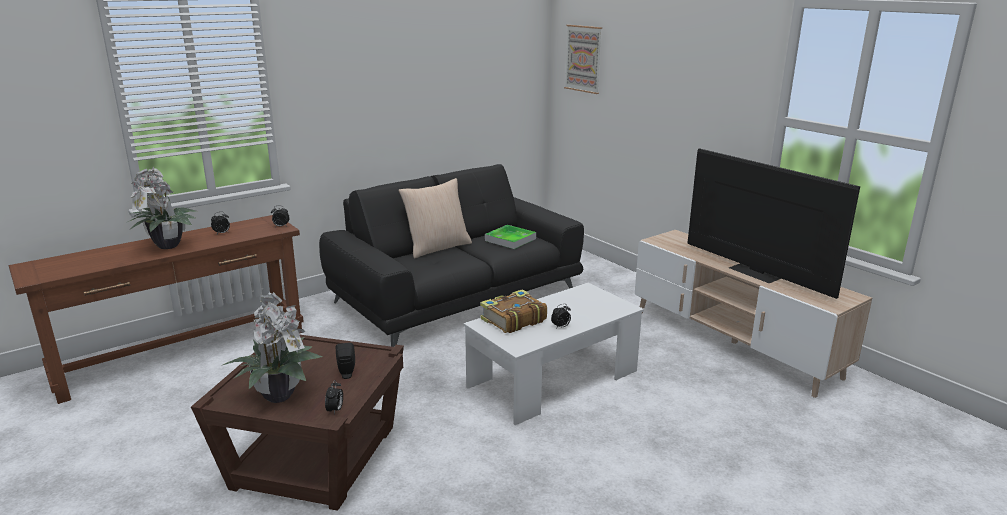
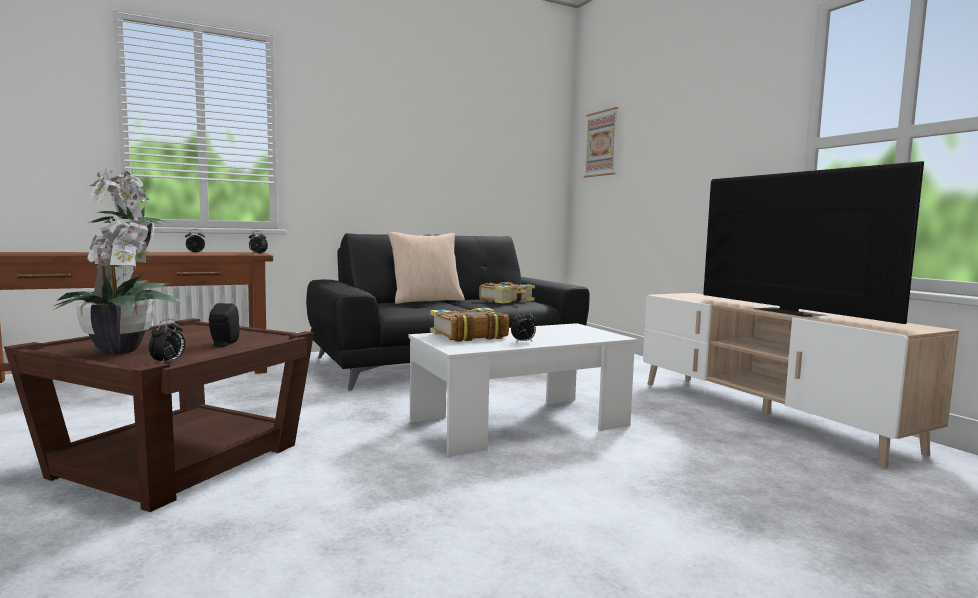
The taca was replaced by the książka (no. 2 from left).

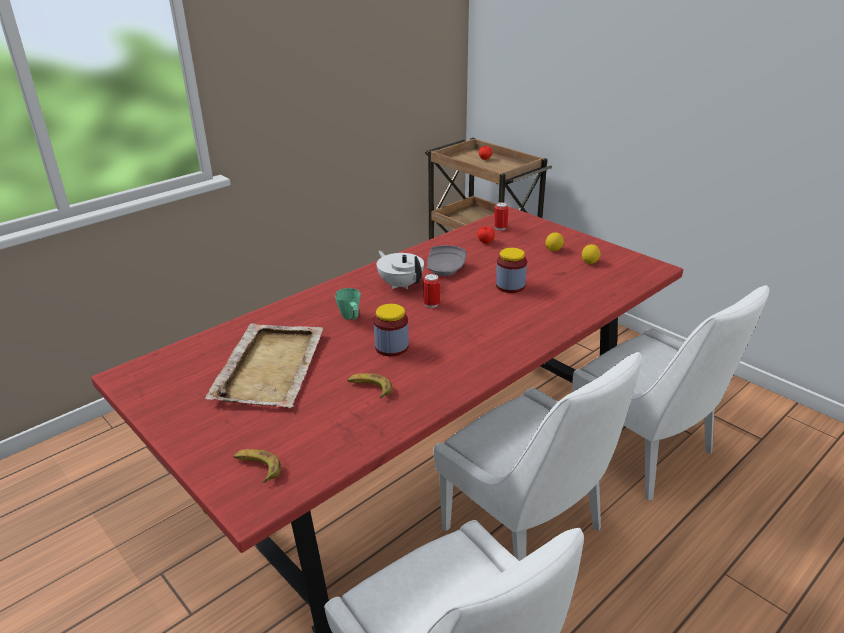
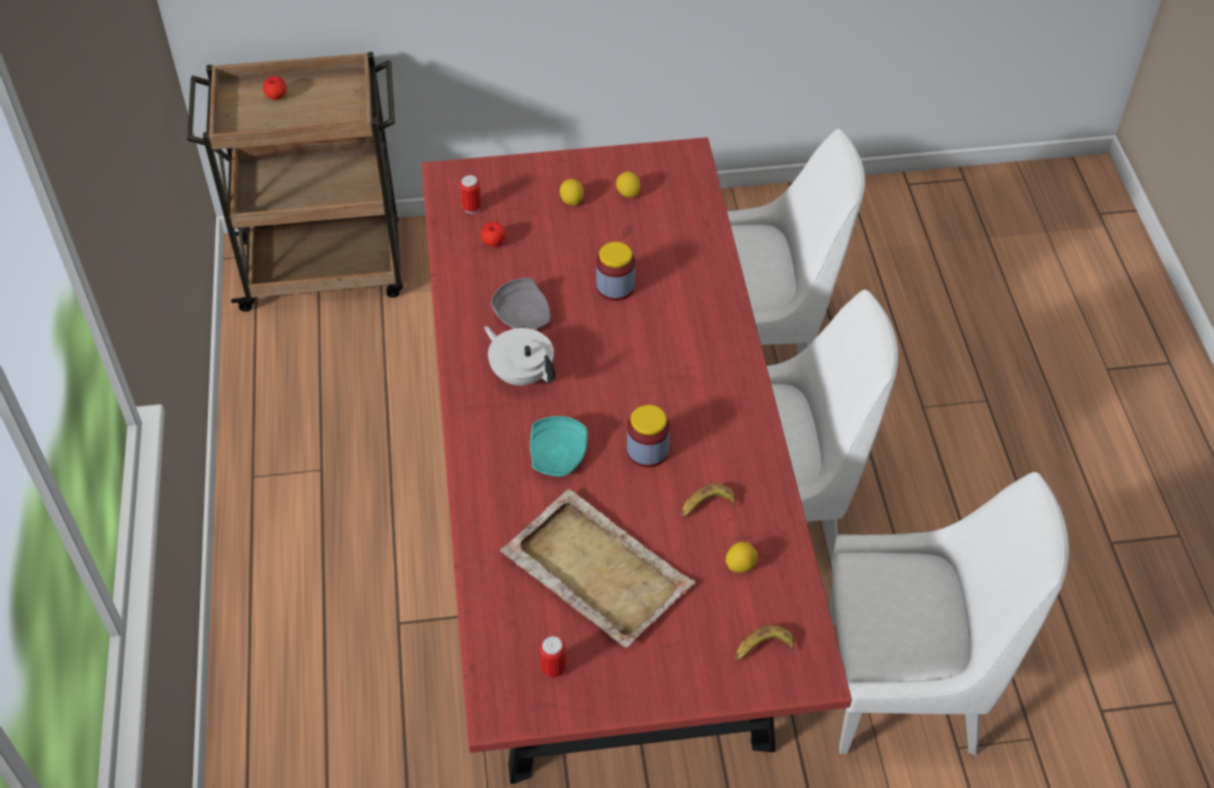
The cytryna (no. 3 from left) appeared. The puszka (no. 1 from left in the first image) moved. The kubek/zielony was replaced by the talerz/turkusowy. The imbryk/biały turned 45 degrees clockwise.

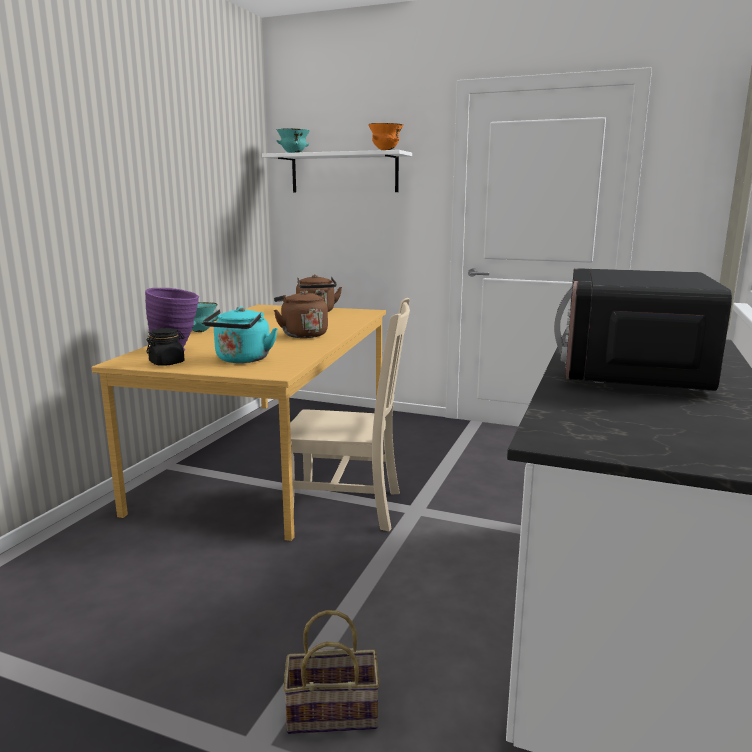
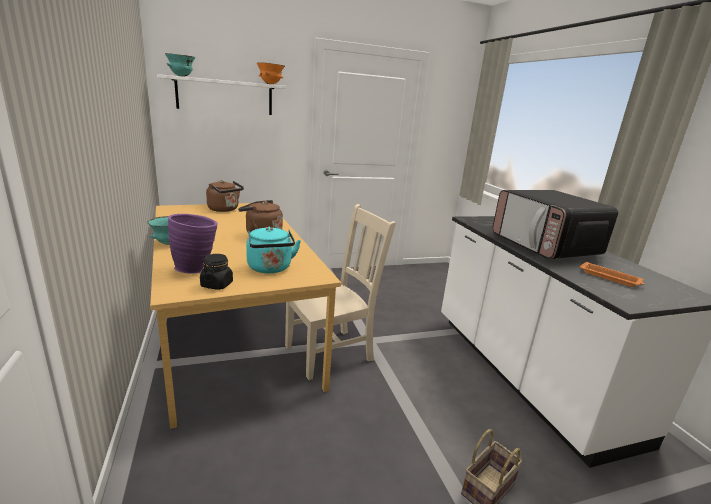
The taca/pomarańczowy appeared.

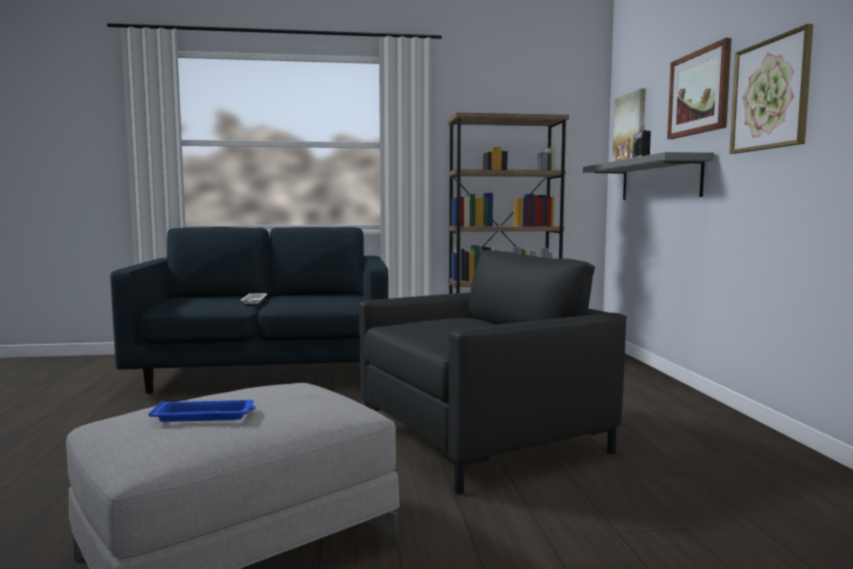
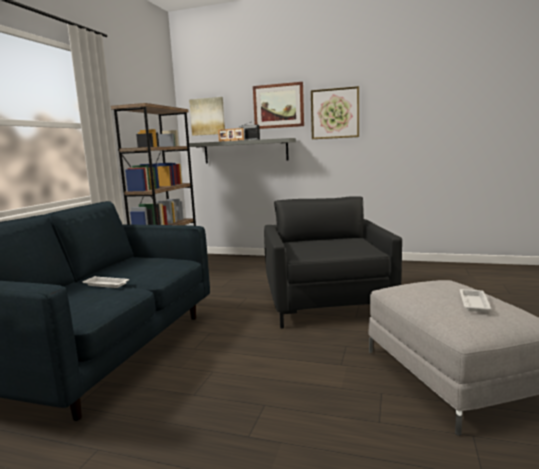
The taca/niebieski became the taca/biały (no. 2 from left).

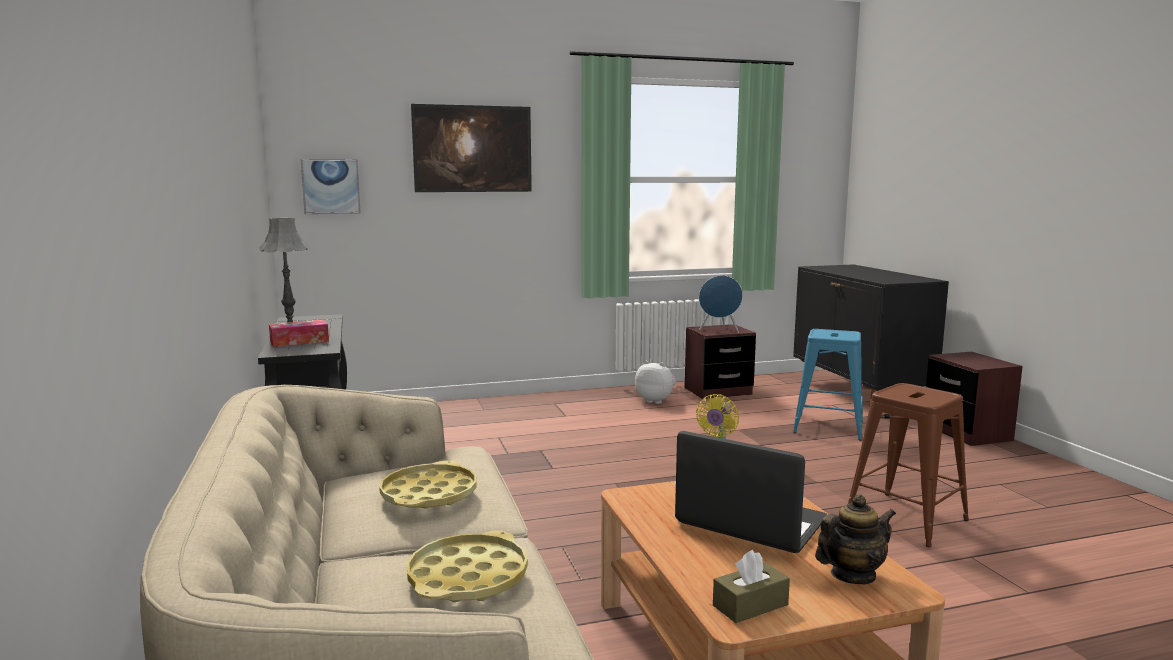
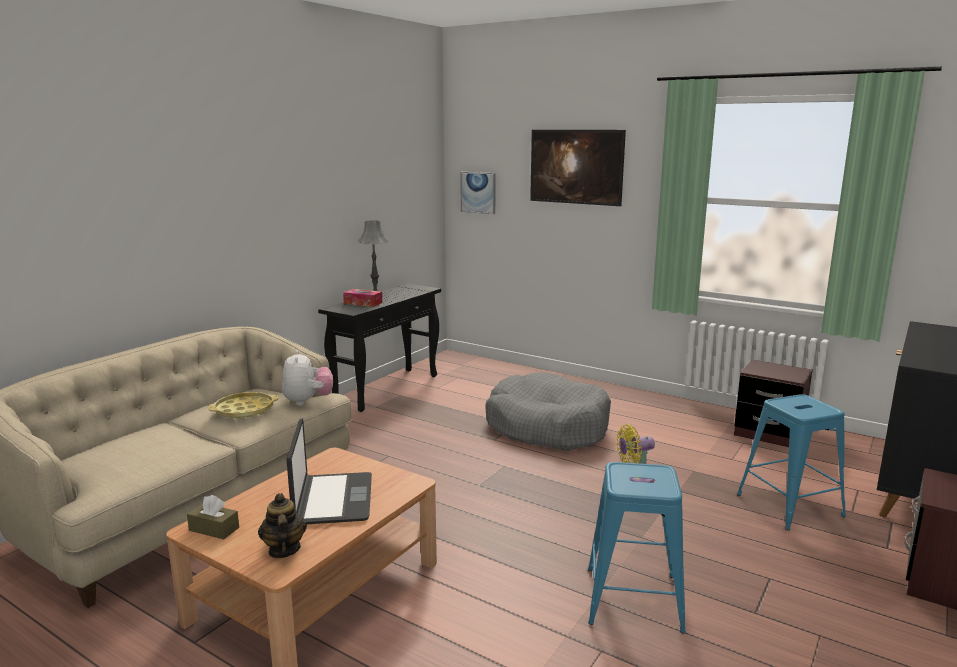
The taca/żółty (no. 2 from left) disappeared. The głośnik/niebieski disappeared. The legowisko/szary appeared. The pluszak moved. The stołek/brązowy became the stołek/niebieski (no. 1 from left). The imbryk turned 135 degrees counterclockwise.

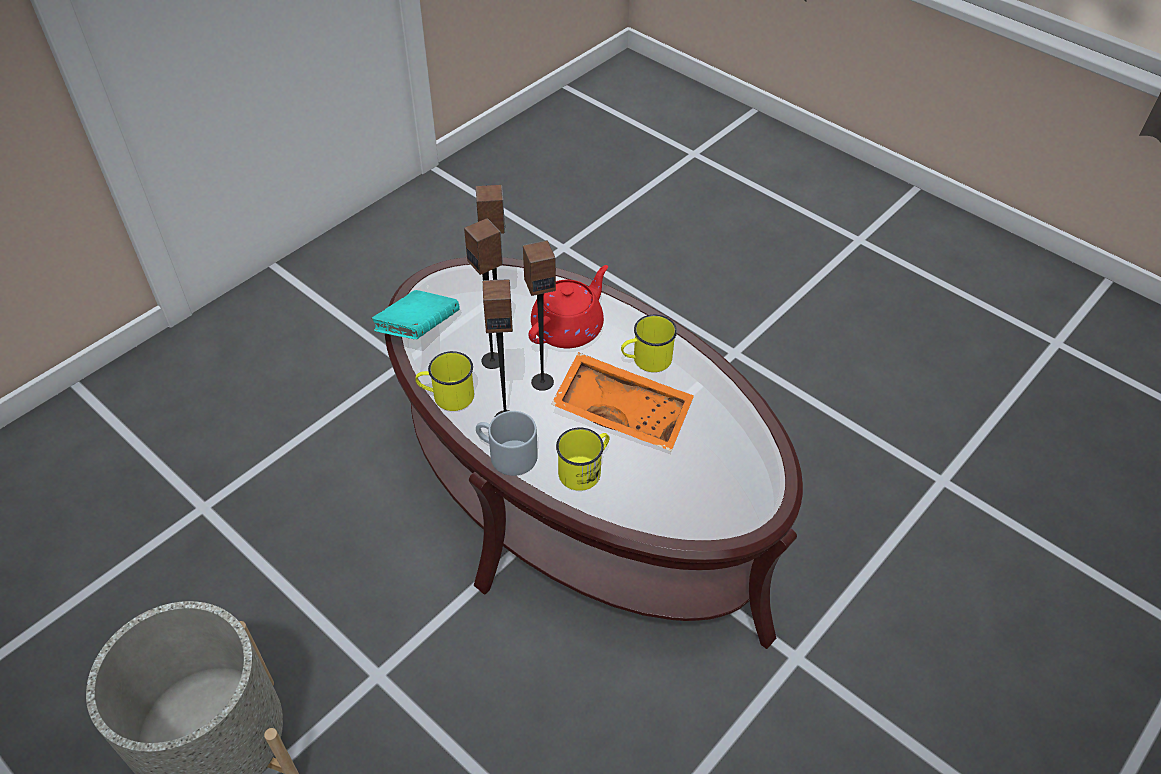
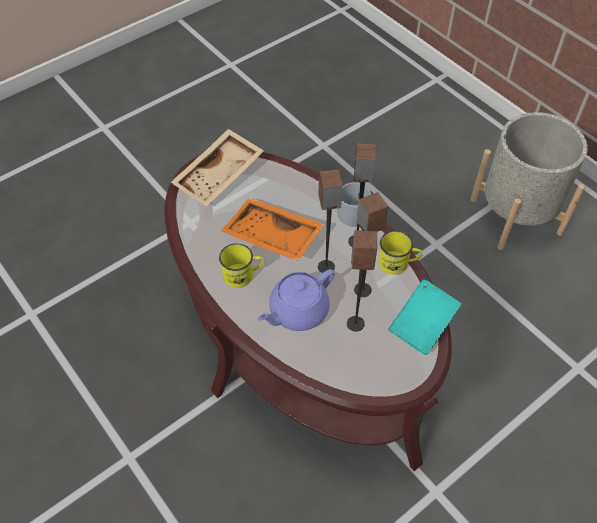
The kubek/żółty (no. 2 from left) disappeared. The taca/beżowy appeared. The imbryk/czerwony became the imbryk/fioletowy.

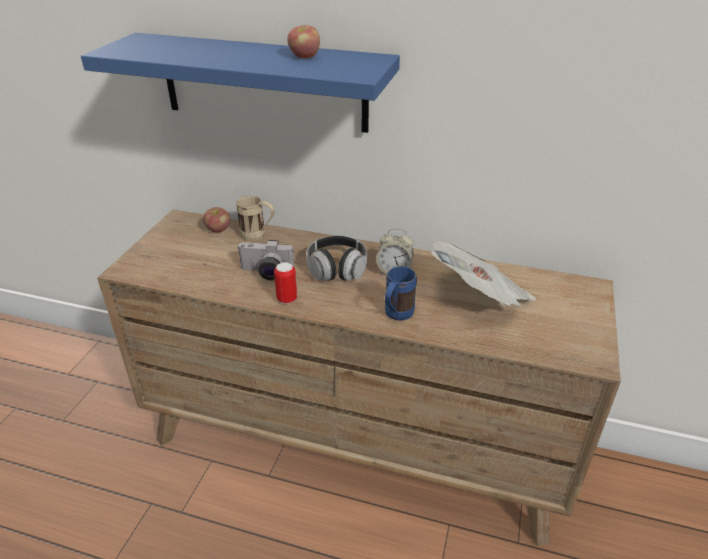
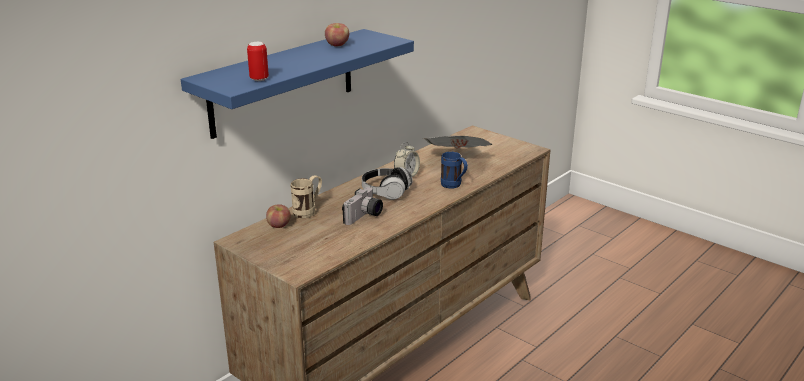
The puszka moved.

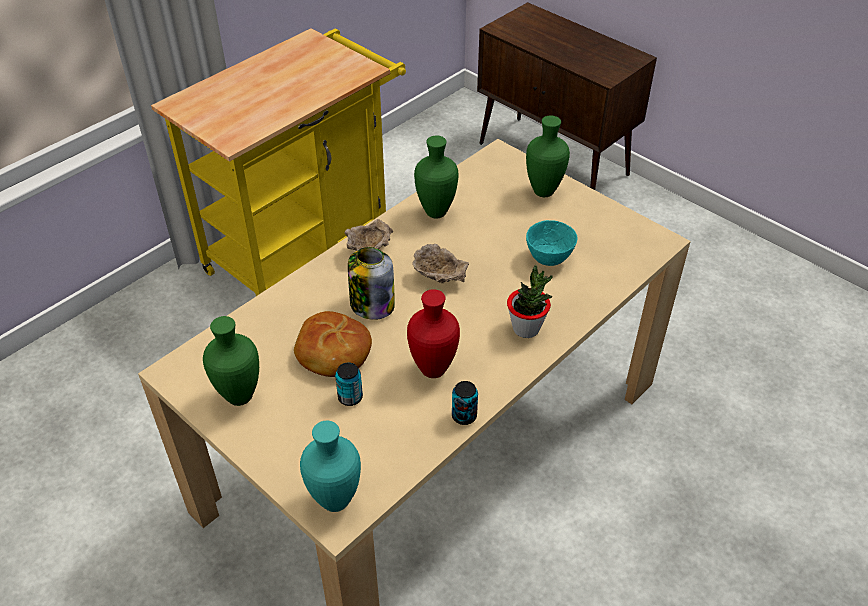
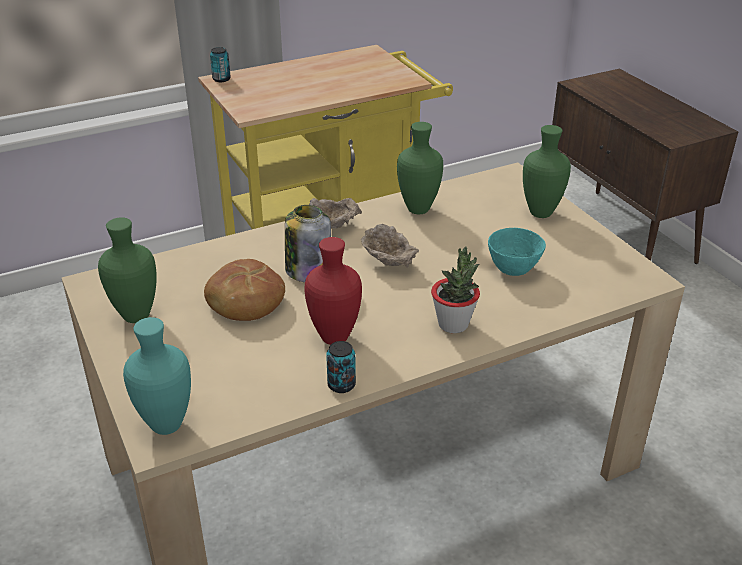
The puszka (no. 1 from left) moved.

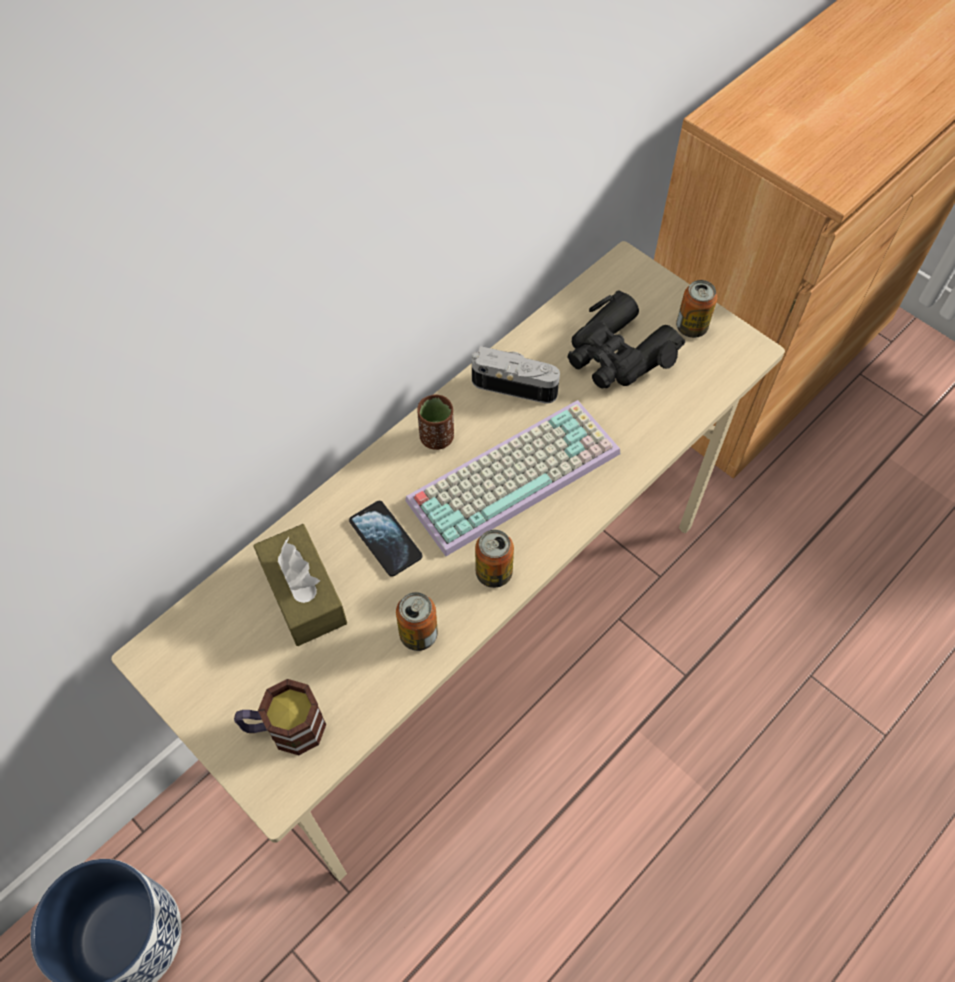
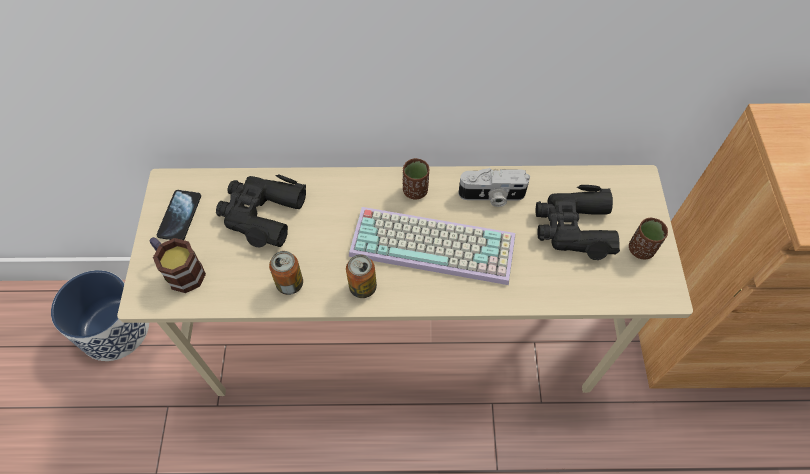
The telefon moved. The pudełko chusteczek/brązowy was replaced by the lornetka/czarny (no. 1 from left). The puszka (no. 3 from left) was replaced by the filiżanka/brązowy (no. 2 from left). The aparat fotograficzny turned 120 degrees clockwise.

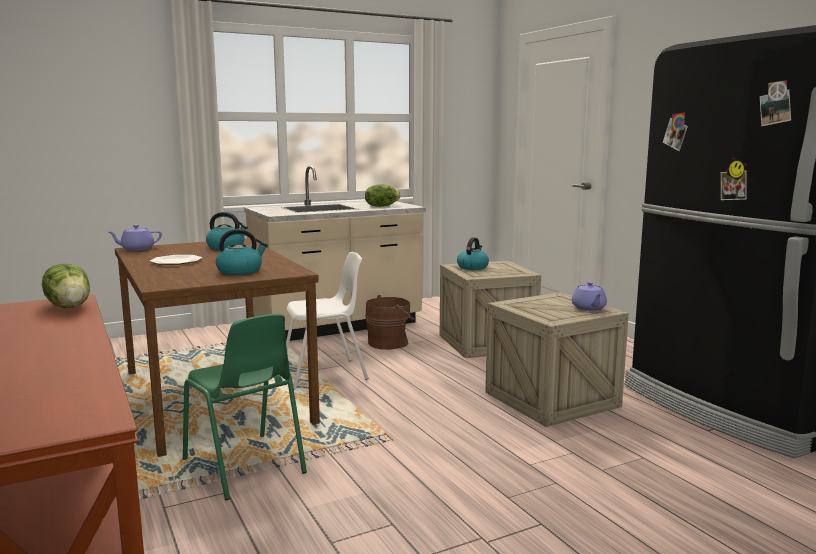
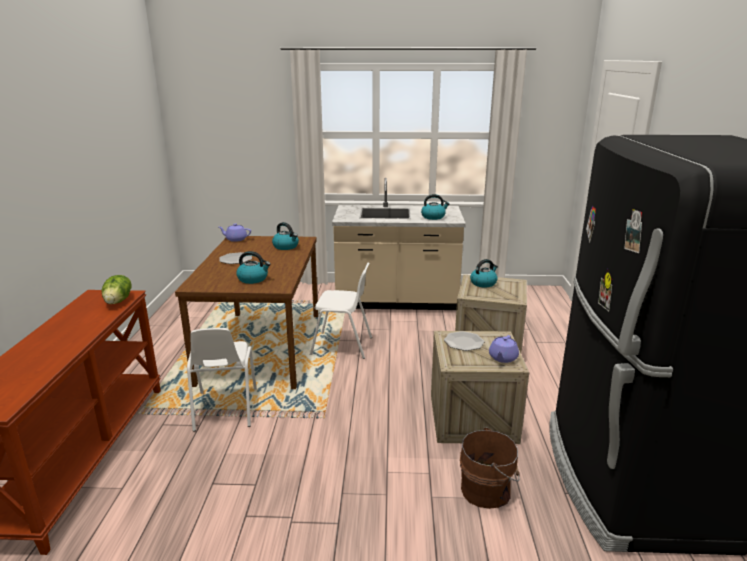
The talerz (no. 2 from left) appeared. The wiadro/brązowy moved. The sałata (no. 2 from left) was replaced by the czajnik (no. 3 from left). The krzesło/zielony became the krzesło/biały (no. 1 from left).

